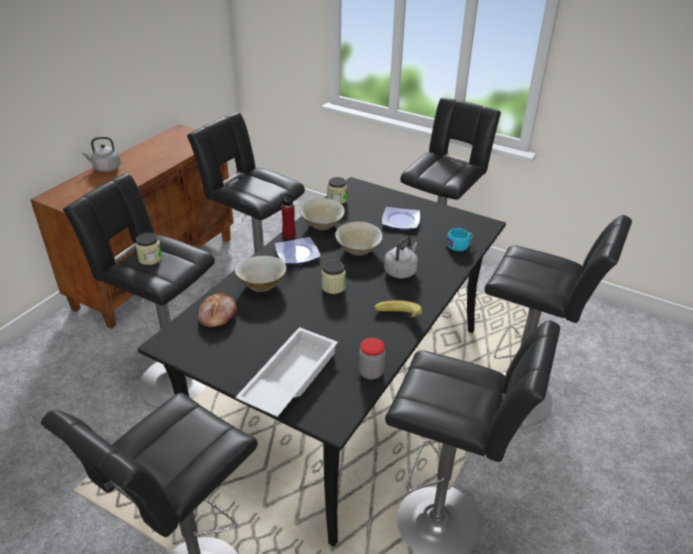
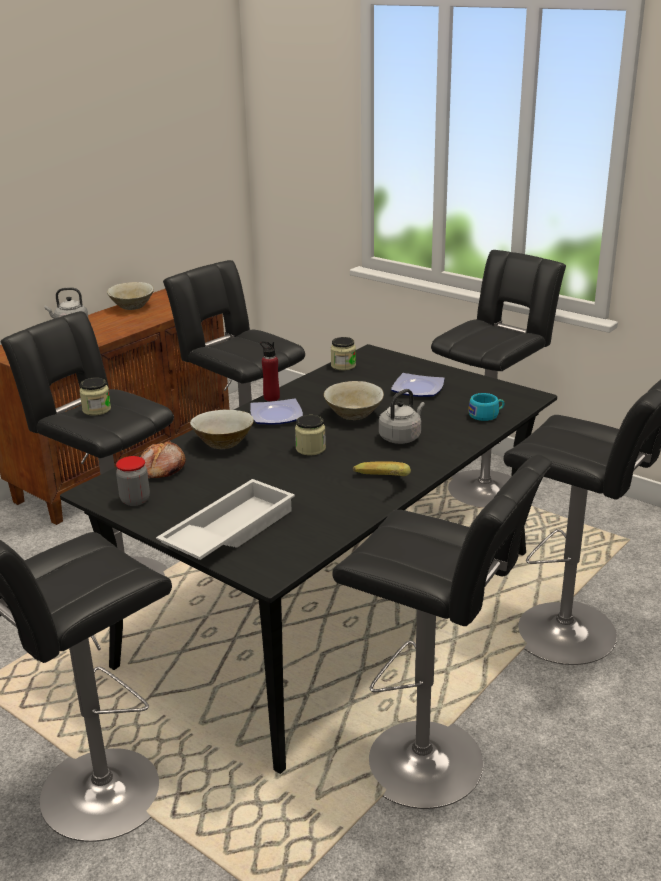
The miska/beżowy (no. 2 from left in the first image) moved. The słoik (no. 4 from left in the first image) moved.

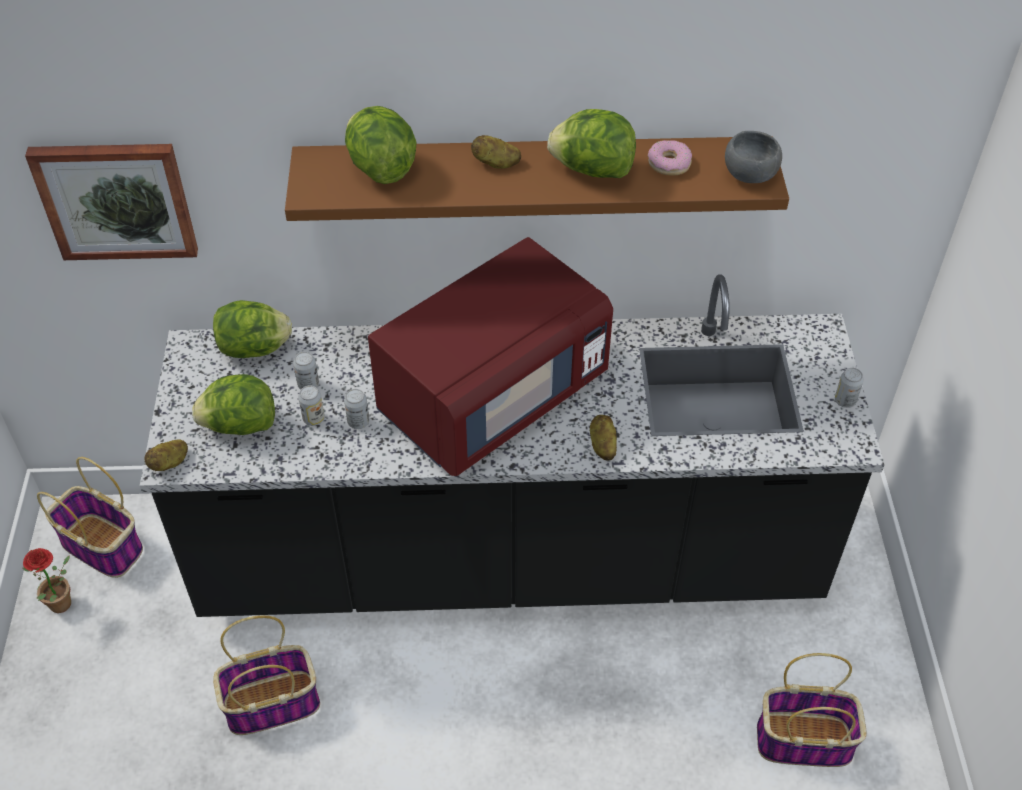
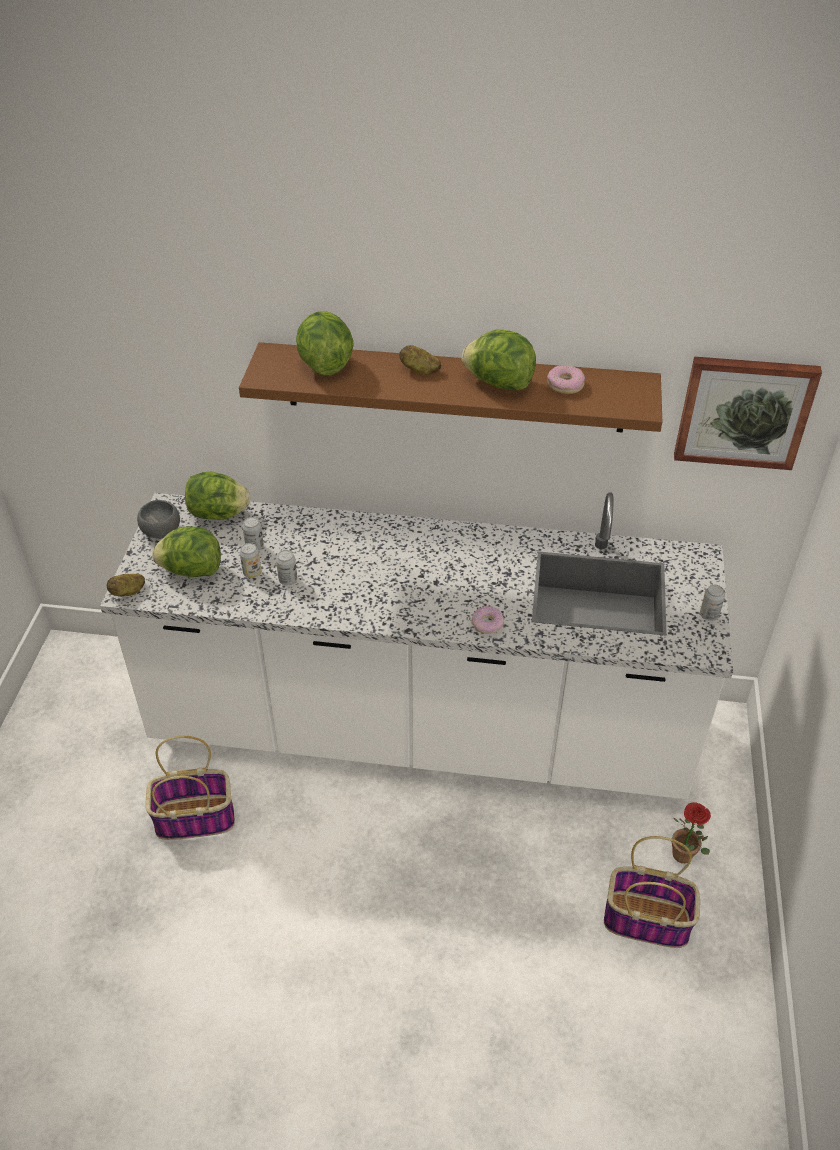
The koszyk (no. 1 from left) disappeared. The mikrofalówka/czerwony disappeared. The roślina doniczkowa moved. The obraz moved. The miska/szary moved. The ziemniak (no. 3 from left) was replaced by the donut (no. 1 from left). The zabudowa kuchenna/czarny became the zabudowa kuchenna/biały.

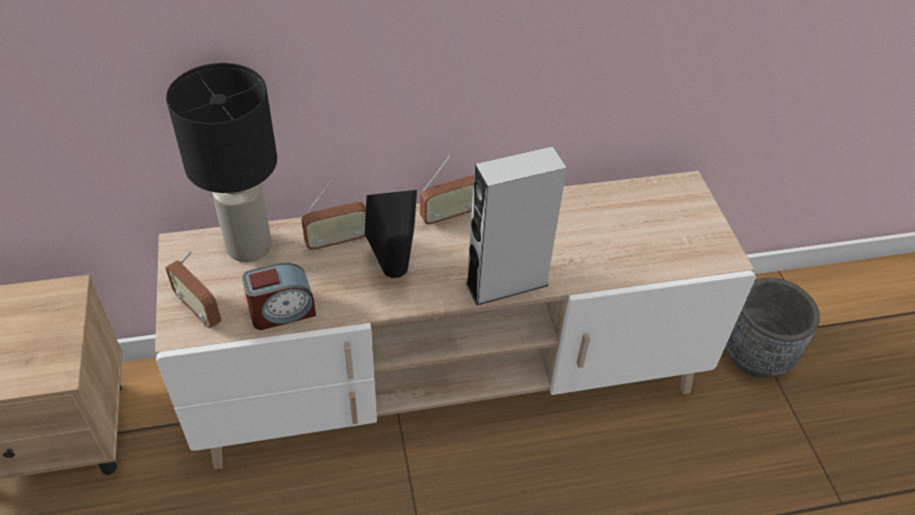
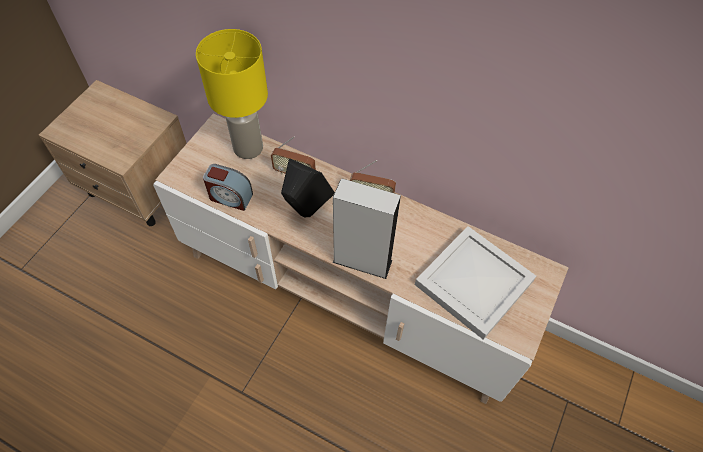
The radio (no. 1 from left) disappeared. The donica/szary disappeared. The taca/biały appeared. The lampa stołowa/czarny became the lampa stołowa/żółty.

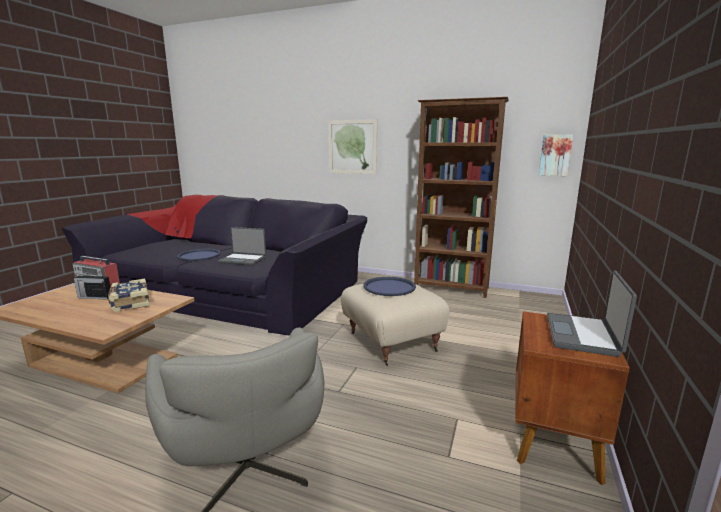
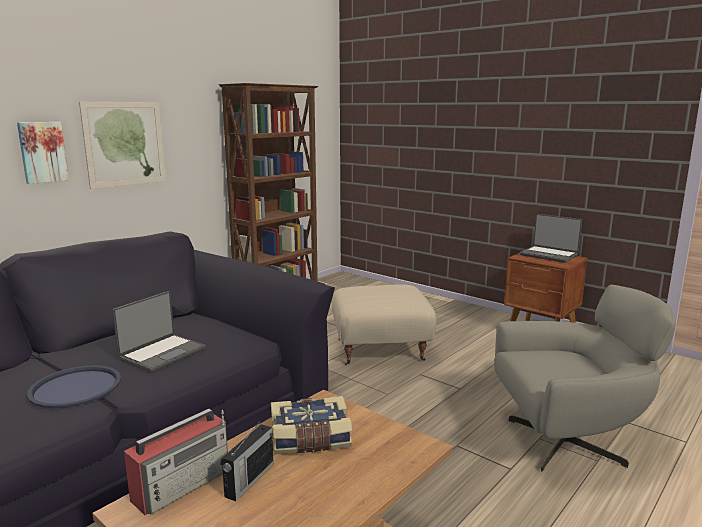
The taca/niebieski (no. 2 from left) disappeared. The obraz (no. 2 from left in the first image) moved.

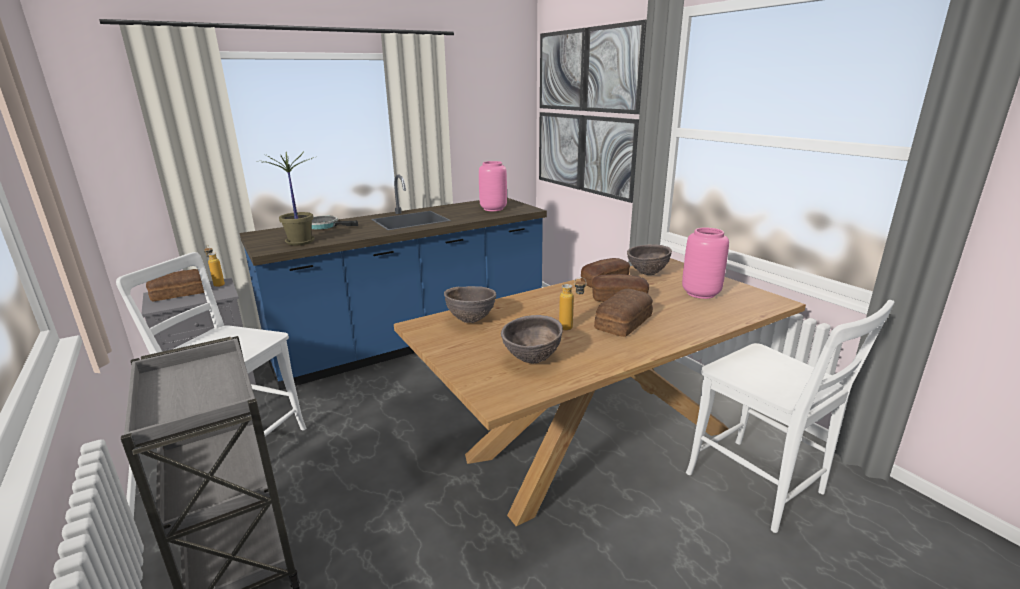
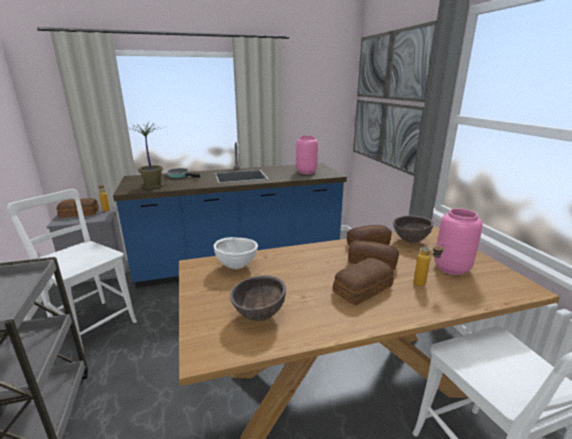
The butelka (no. 2 from left) moved. The miska/brązowy (no. 1 from left) became the miska/biały.

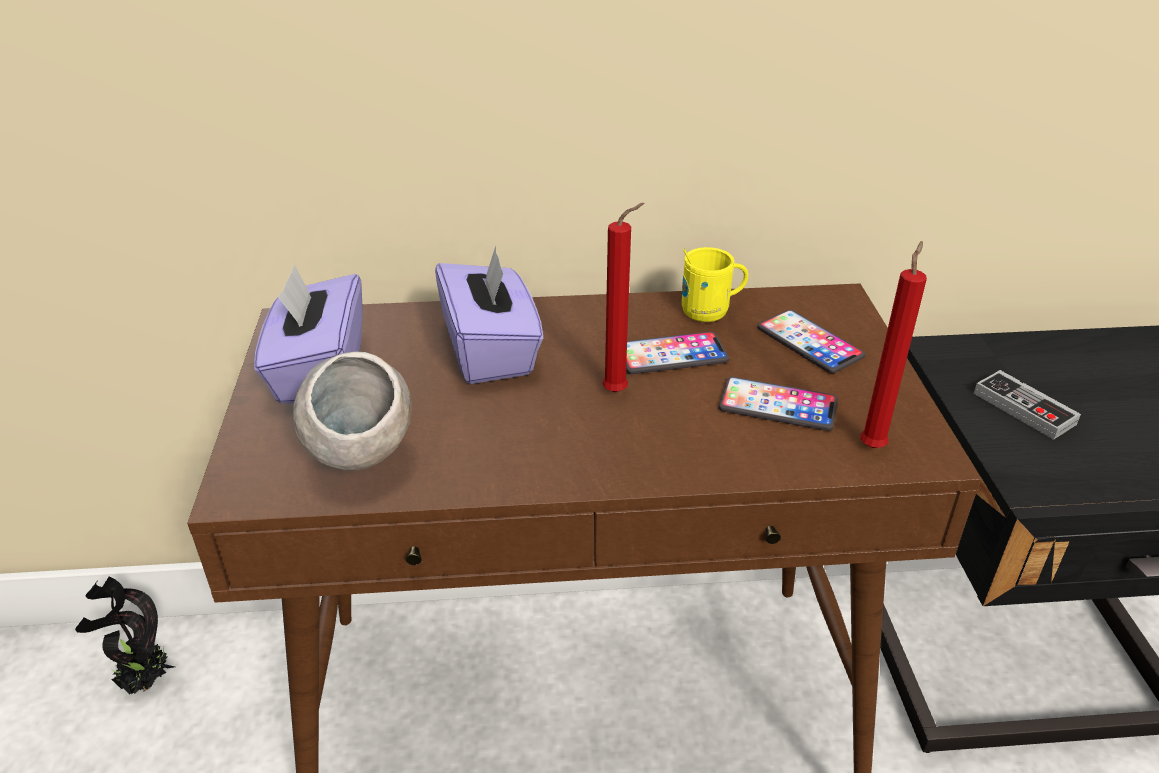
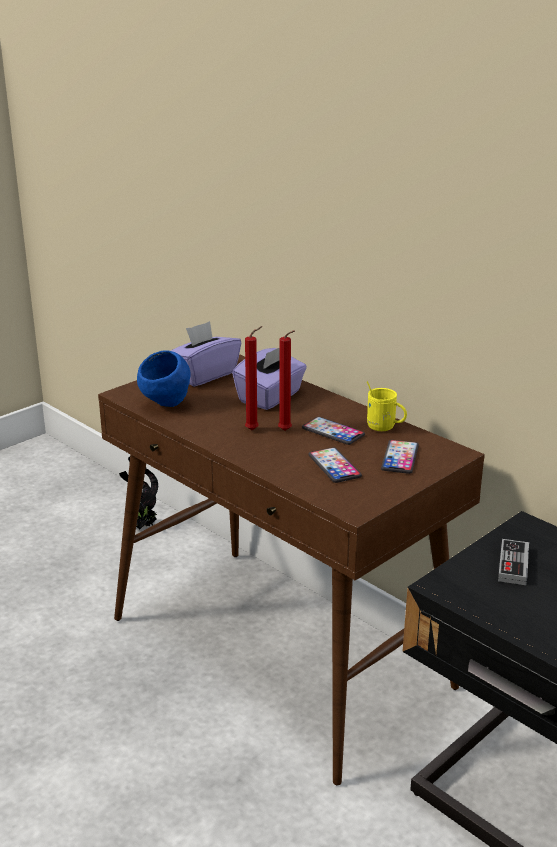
The świeca/czerwony (no. 2 from left in the first image) moved. The miska/szary became the miska/niebieski.

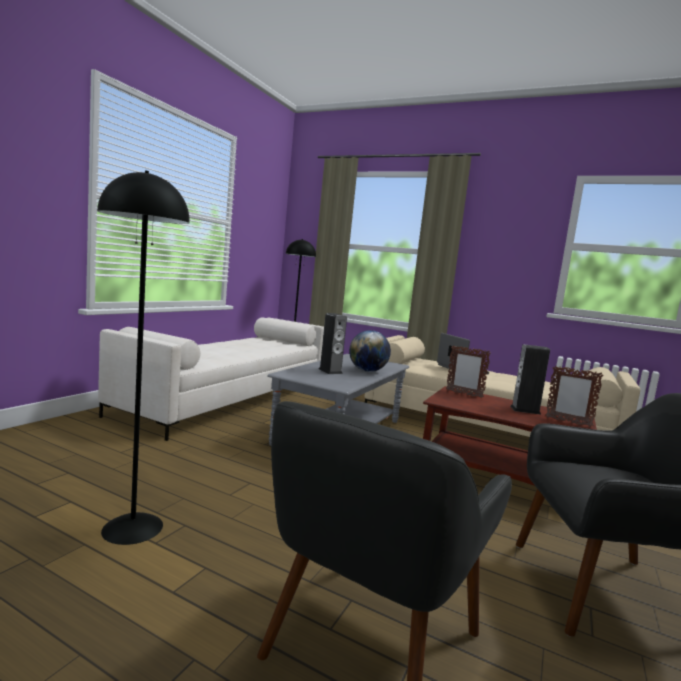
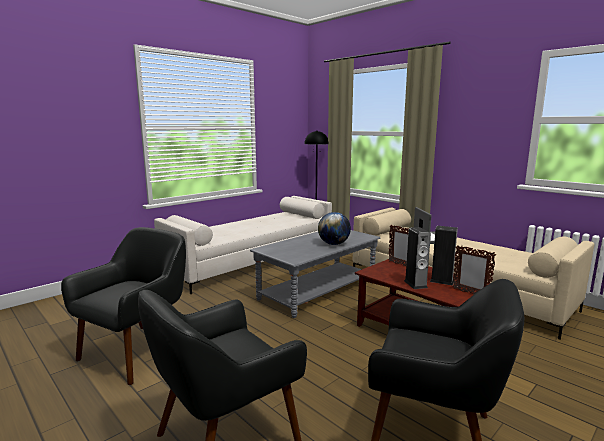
The głośnik (no. 1 from left) moved. The lampa stojąca/czarny (no. 1 from left) was replaced by the fotel/czarny (no. 1 from left).

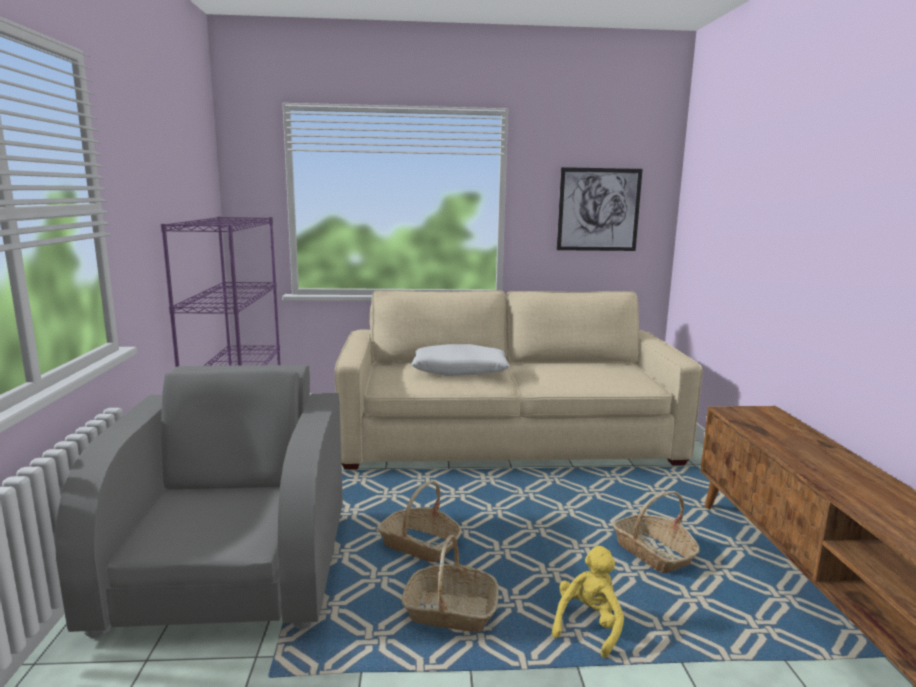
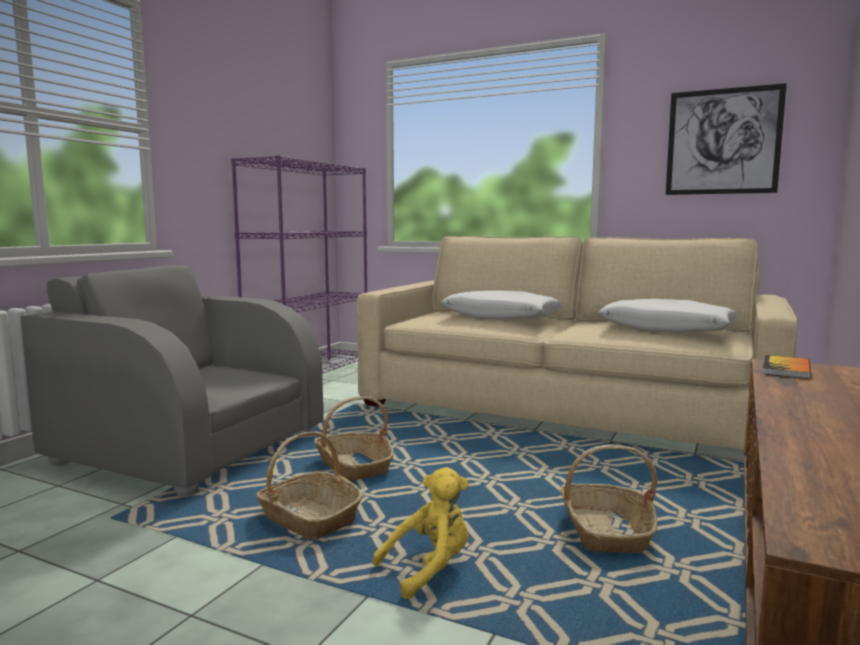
The poduszka/biały (no. 2 from left) appeared. The książka appeared. The fotel/szary turned 90 degrees counterclockwise.

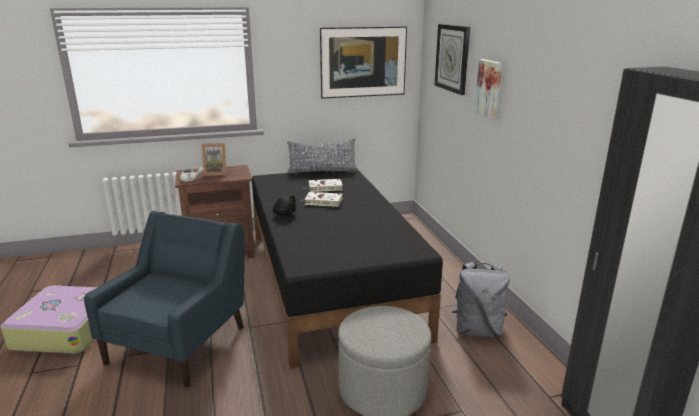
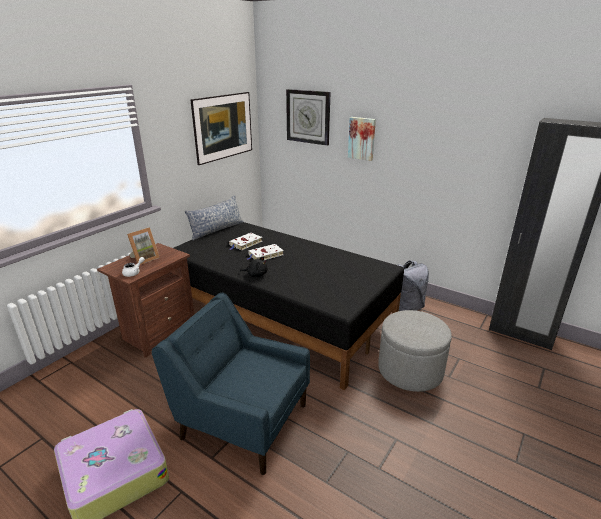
The fotel/niebieski turned 45 degrees counterclockwise.

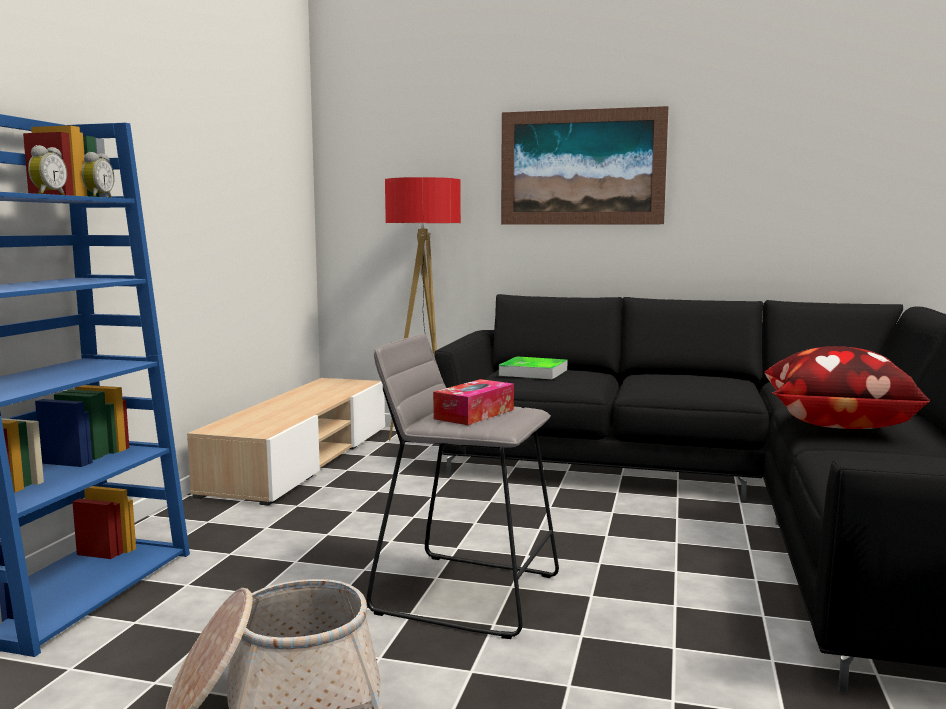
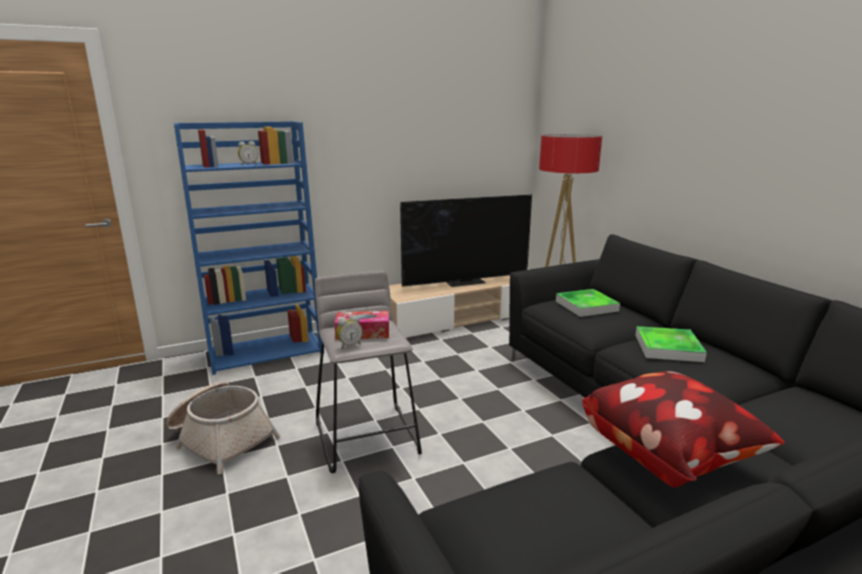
The obraz disappeared. The telewizor appeared. The taca (no. 2 from left) appeared. The budzik (no. 2 from left) moved.

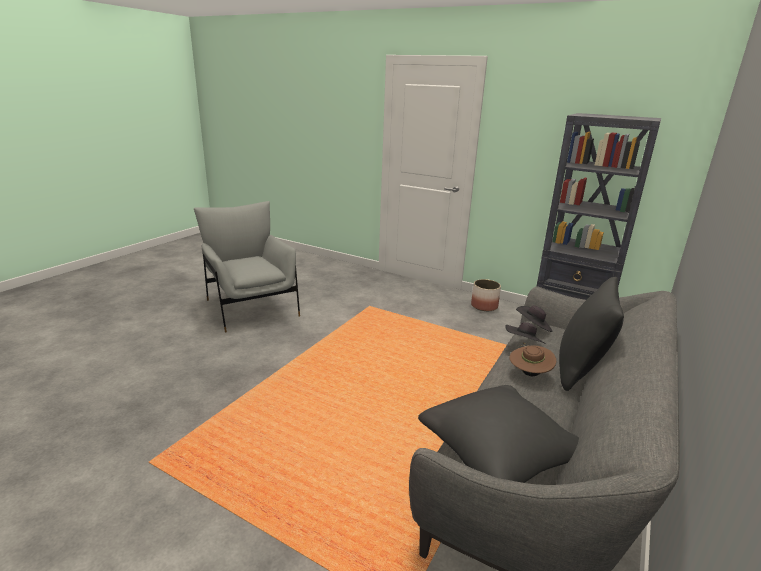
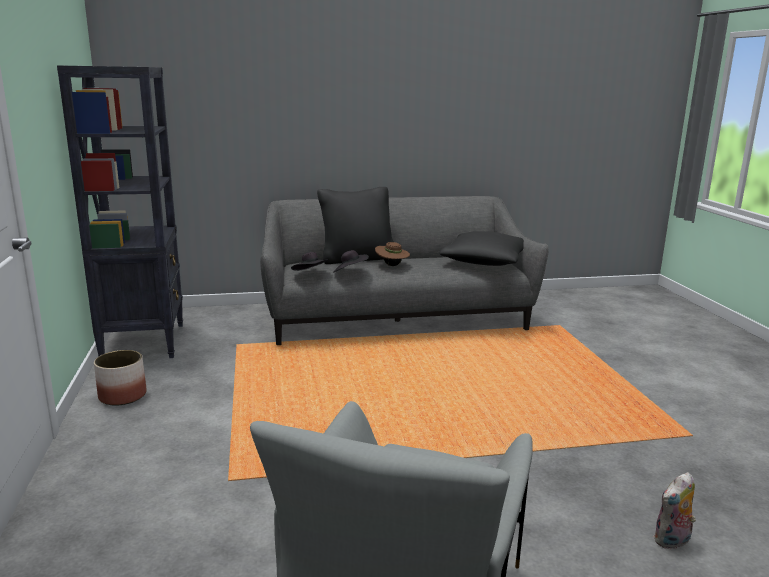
The pluszak appeared.

